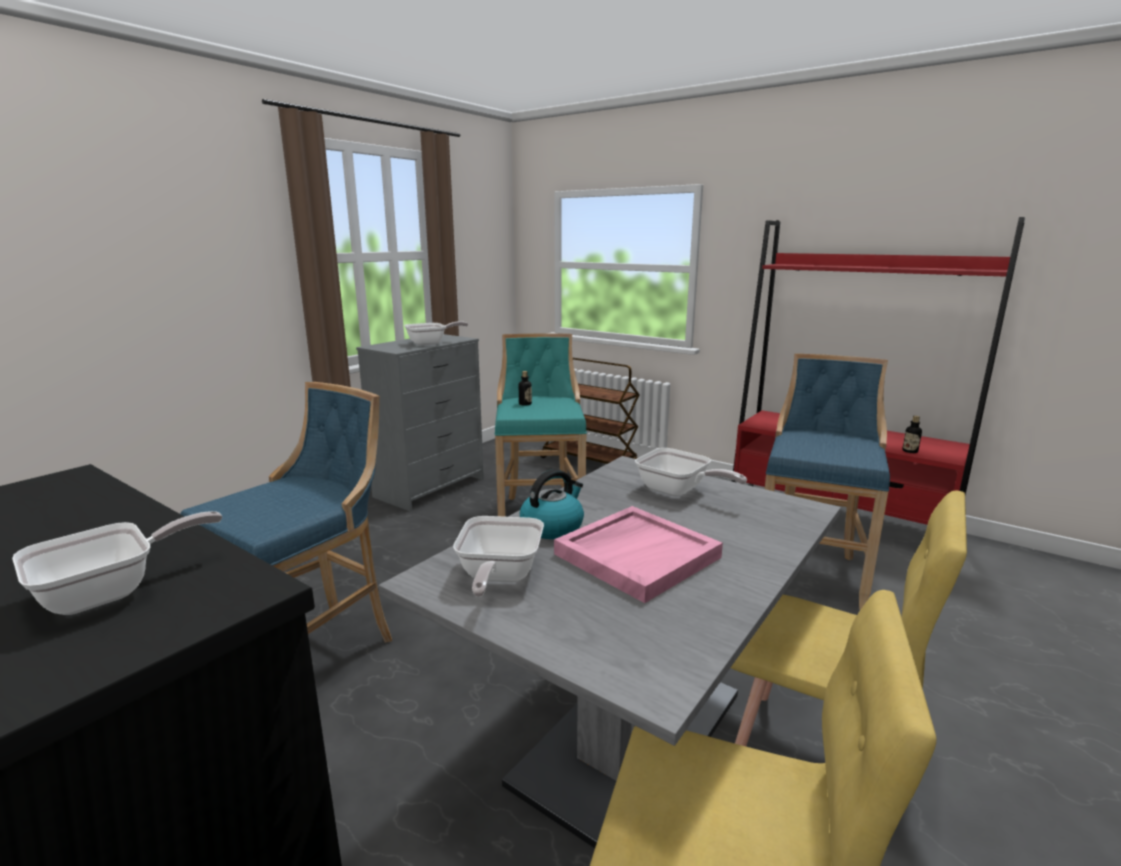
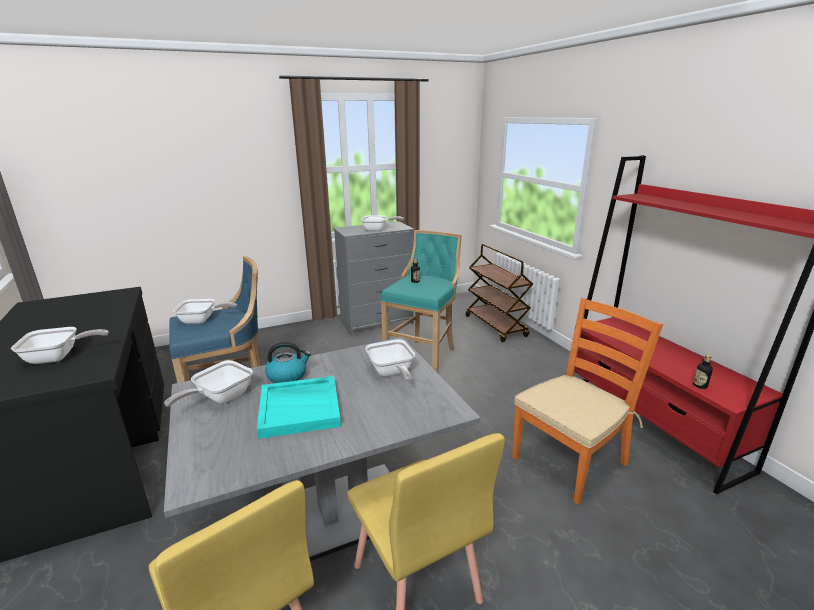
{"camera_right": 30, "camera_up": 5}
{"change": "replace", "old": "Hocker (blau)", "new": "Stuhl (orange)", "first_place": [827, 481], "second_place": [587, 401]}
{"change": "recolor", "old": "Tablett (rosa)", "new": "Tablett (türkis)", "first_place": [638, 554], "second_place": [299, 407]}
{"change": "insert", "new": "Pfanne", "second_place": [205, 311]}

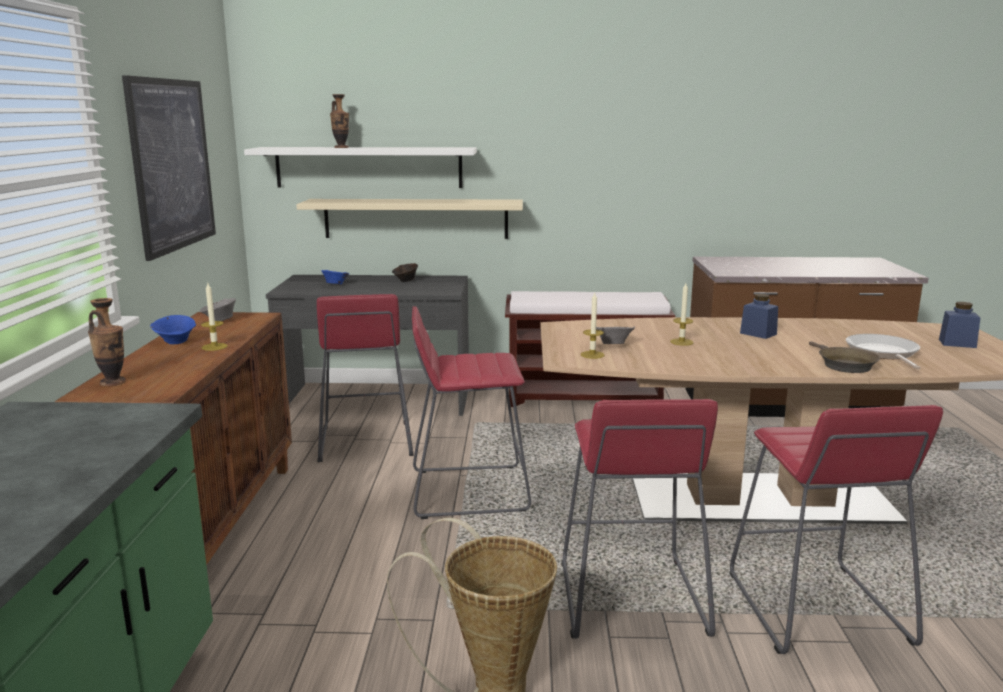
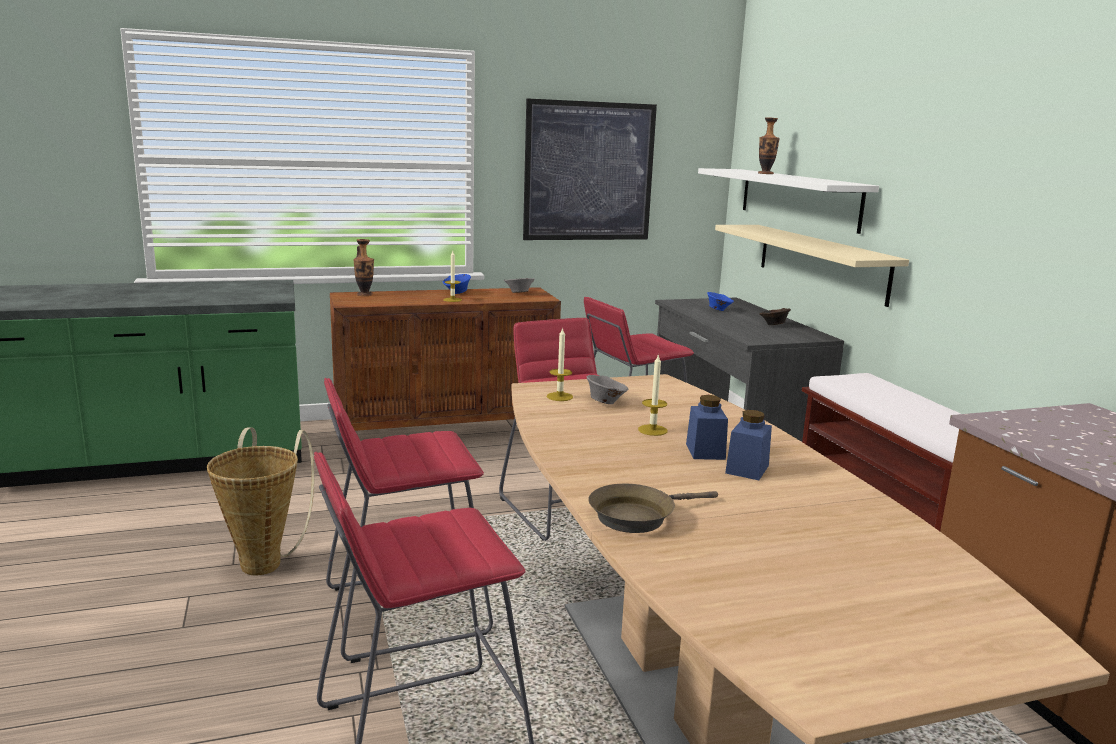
{"camera_right": 70, "camera_up": 0}
{"change": "move", "old": "Vorratsglas (blau)", "first_place": [959, 325], "second_place": [707, 427]}
{"change": "delete", "old": "Pfanne", "first_place": [883, 351]}

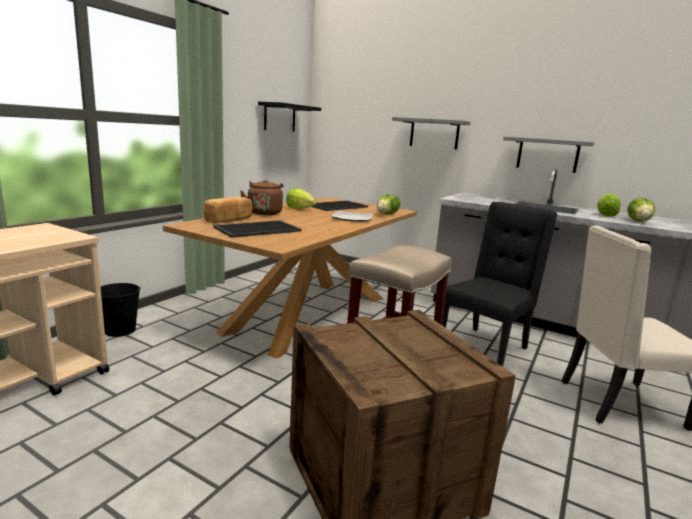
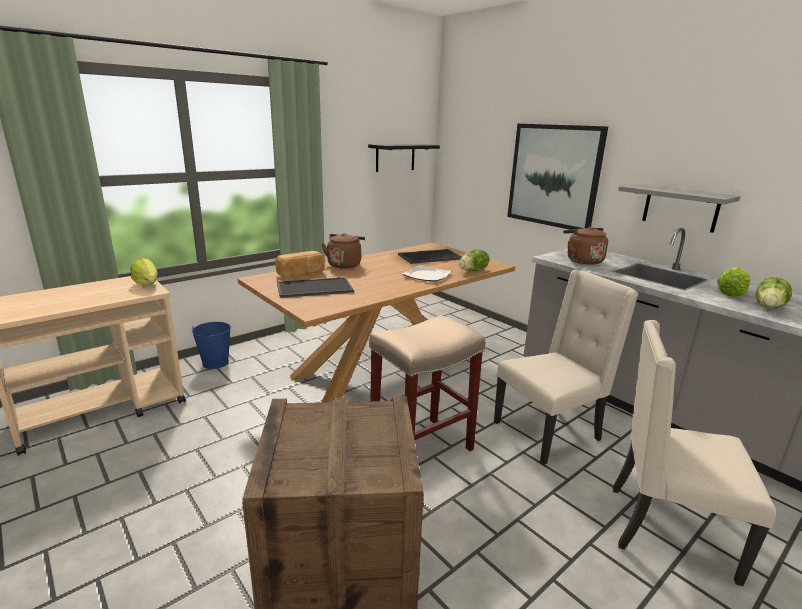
{"camera_right": 20, "camera_up": 5}
{"change": "replace", "old": "Wandregal (grau)", "new": "Bild", "first_place": [431, 133], "second_place": [557, 177]}
{"change": "move", "old": "Salatkopf", "first_place": [301, 198], "second_place": [144, 272]}
{"change": "recolor", "old": "Stuhl (schwarz)", "new": "Stuhl (beige)", "first_place": [499, 284], "second_place": [566, 367]}
{"change": "recolor", "old": "Eimer (schwarz)", "new": "Eimer (blau)", "first_place": [120, 310], "second_place": [211, 345]}
{"change": "insert", "new": "Wasserkessel (braun)", "second_place": [585, 245]}

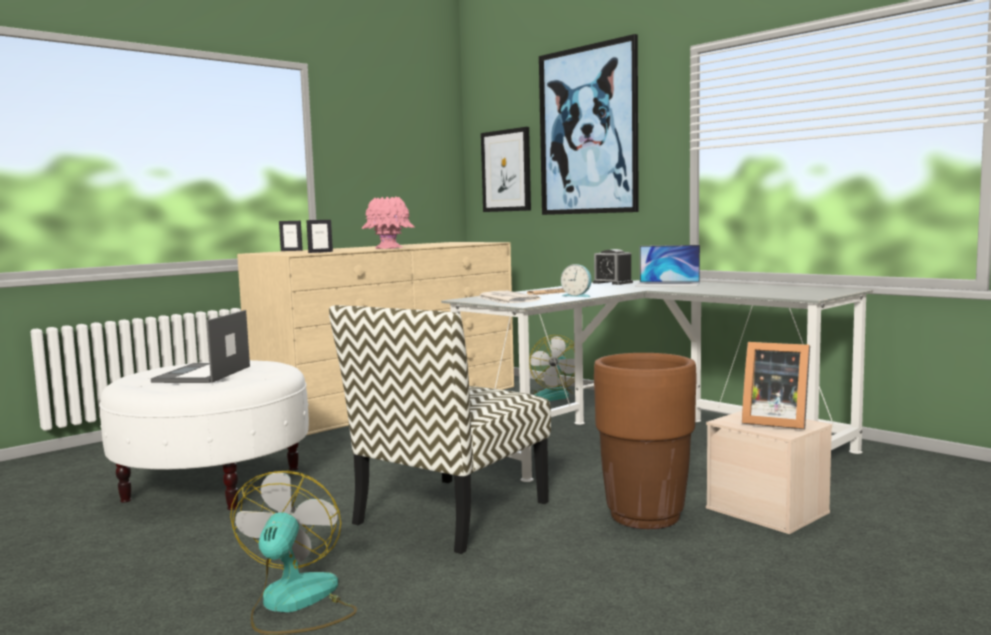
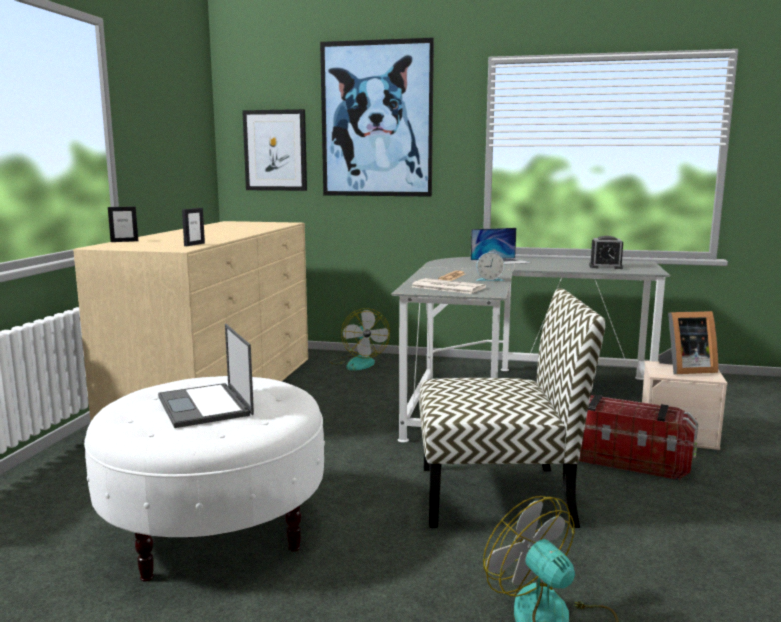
{"camera_right": -35, "camera_up": 5}
{"change": "delete", "old": "Vase (rosa)", "first_place": [388, 223]}
{"change": "move", "old": "Wecker", "first_place": [613, 267], "second_place": [606, 252]}
{"change": "rotate", "old": "Stuhl", "first_place": [440, 429], "second_place": [512, 408], "degrees": -90}
{"change": "replace", "old": "Pflanzkübel (braun)", "new": "Aufbewahrungsbox", "first_place": [645, 441], "second_place": [639, 437]}

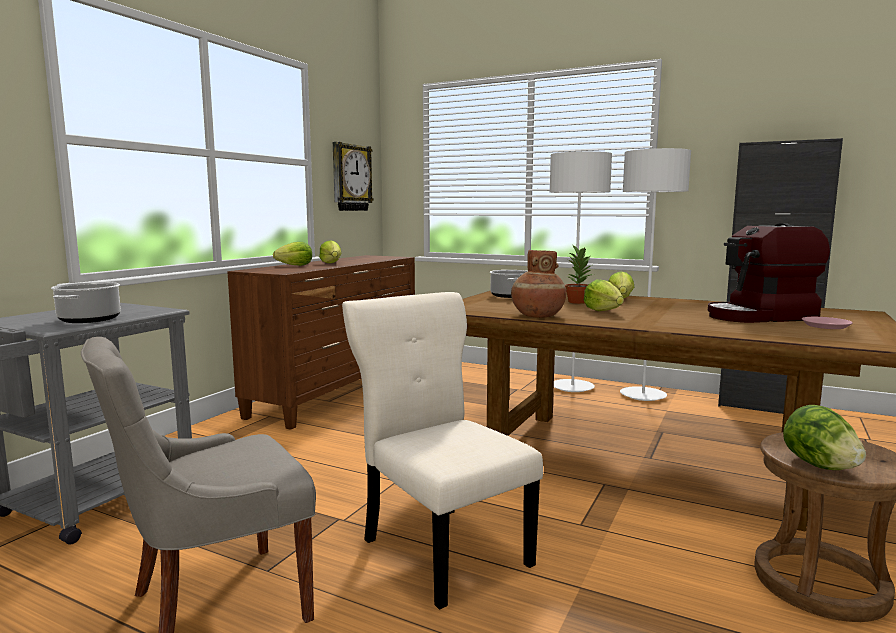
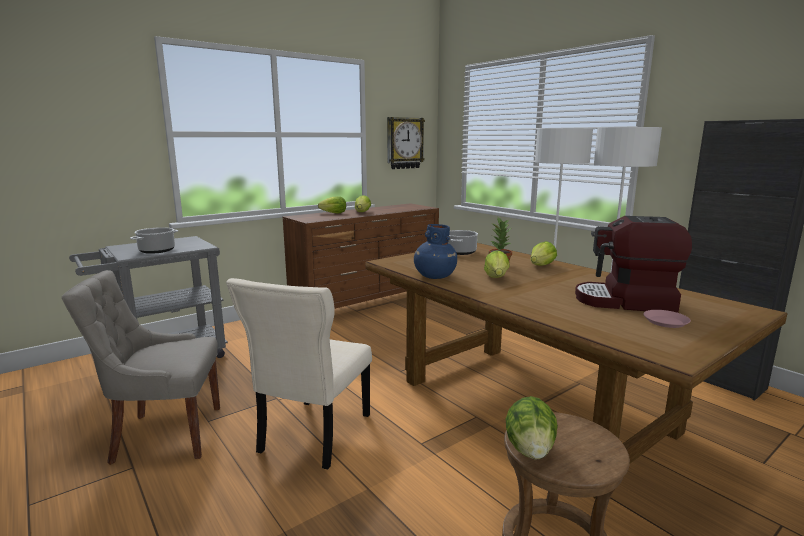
{"camera_right": 25, "camera_up": 5}
{"change": "recolor", "old": "Vase (braun)", "new": "Vase (blau)", "first_place": [538, 284], "second_place": [435, 251]}
{"change": "rotate", "old": "Stuhl (beige)", "first_place": [442, 451], "second_place": [299, 374], "degrees": -150}

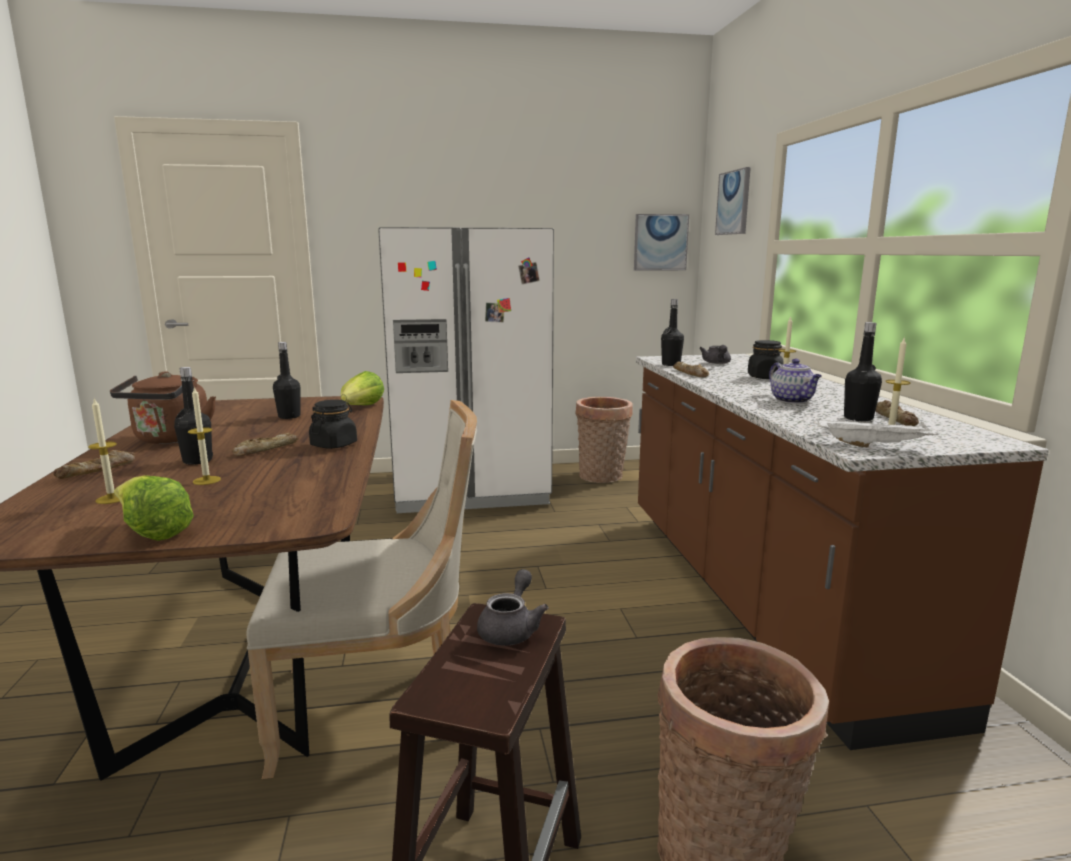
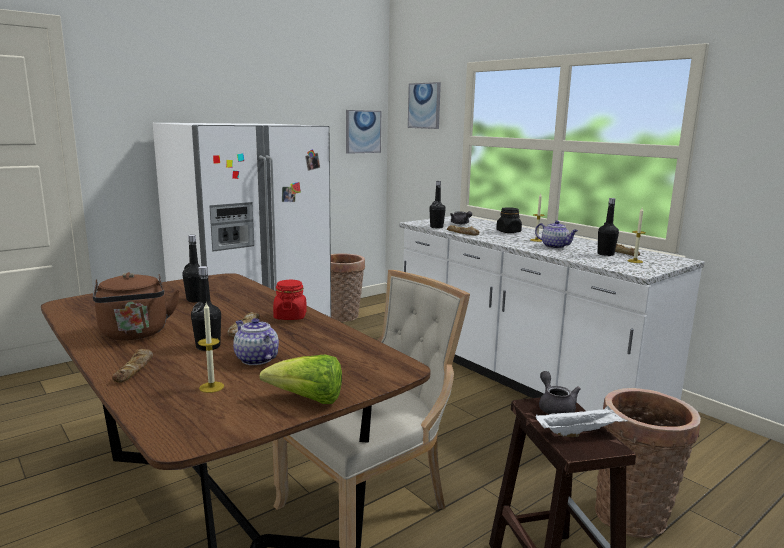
{"camera_right": -30, "camera_up": 0}
{"change": "recolor", "old": "Küchenzeile (braun)", "new": "Küchenzeile (weiß)", "first_place": [842, 552], "second_place": [552, 313]}
{"change": "delete", "old": "Salatkopf", "first_place": [362, 388]}
{"change": "replace", "old": "Kerze", "new": "Teekanne", "first_place": [204, 436], "second_place": [256, 341]}
{"change": "recolor", "old": "Vorratsglas (schwarz)", "new": "Vorratsglas (rot)", "first_place": [333, 424], "second_place": [290, 300]}
{"change": "move", "old": "Tablett (weiß)", "first_place": [877, 432], "second_place": [582, 421]}

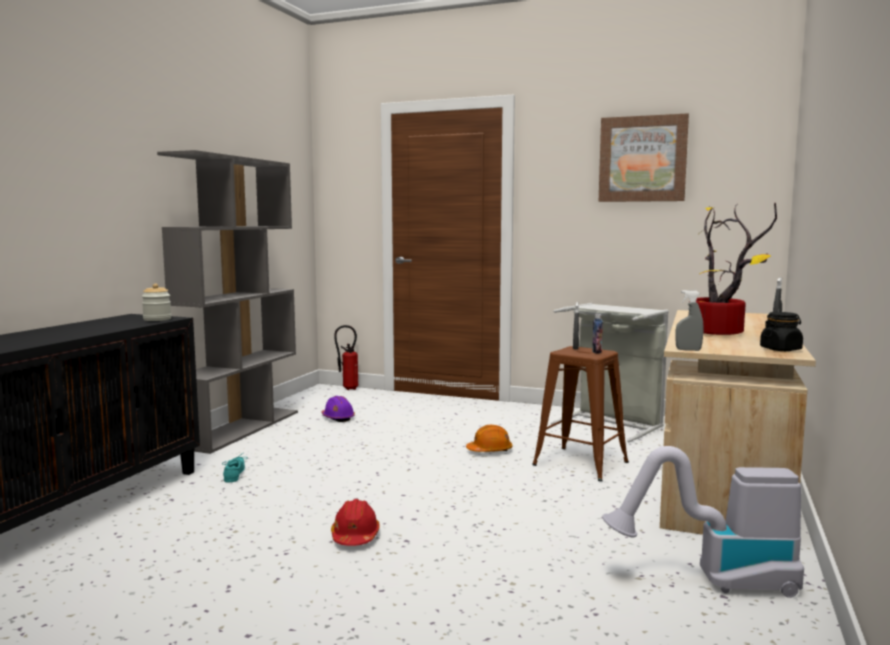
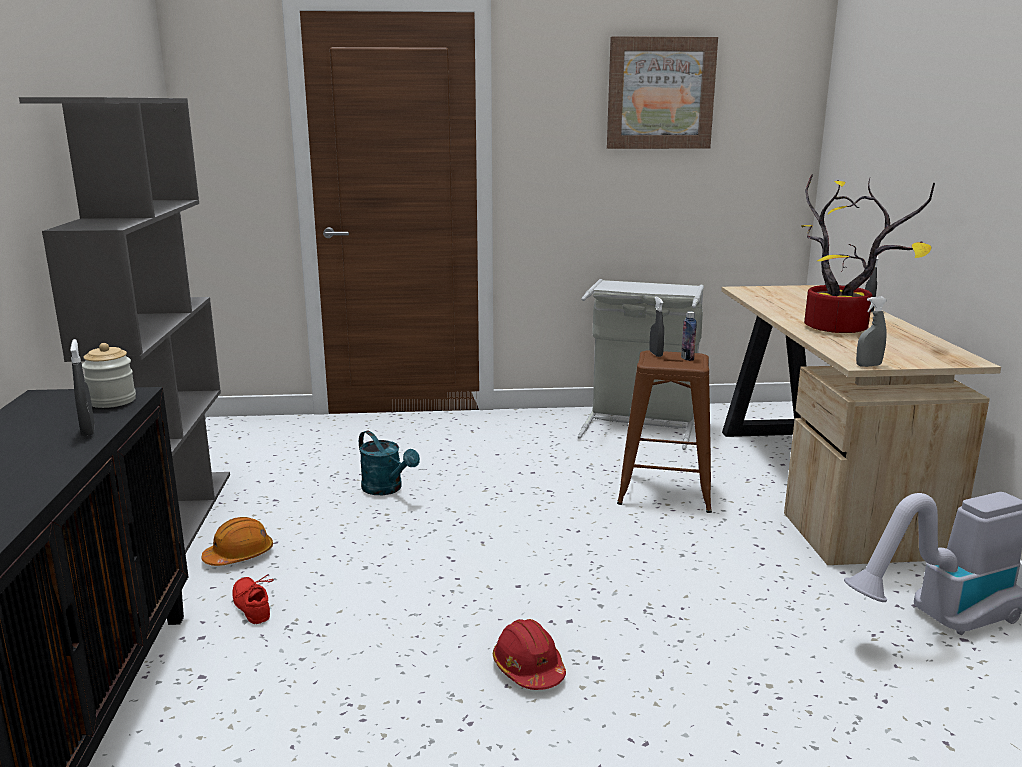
{"camera_right": -25, "camera_up": 10}
{"change": "delete", "old": "Vorratsglas (schwarz)", "first_place": [781, 331]}
{"change": "delete", "old": "Feuerlöscher", "first_place": [346, 357]}
{"change": "delete", "old": "Schutzhelm (lila)", "first_place": [338, 409]}
{"change": "move", "old": "Schutzhelm (orange)", "first_place": [489, 438], "second_place": [237, 541]}
{"change": "recolor", "old": "Schuh (türkis)", "new": "Schuh (rot)", "first_place": [235, 468], "second_place": [253, 599]}
{"change": "insert", "new": "Sprühflasche (grau)", "second_place": [82, 388]}
{"change": "insert", "new": "Gießkanne (türkis)", "second_place": [389, 462]}

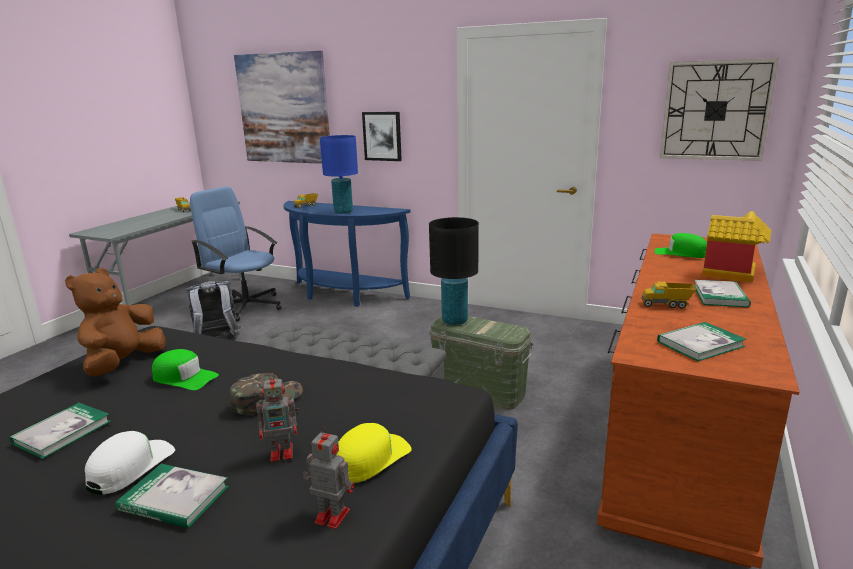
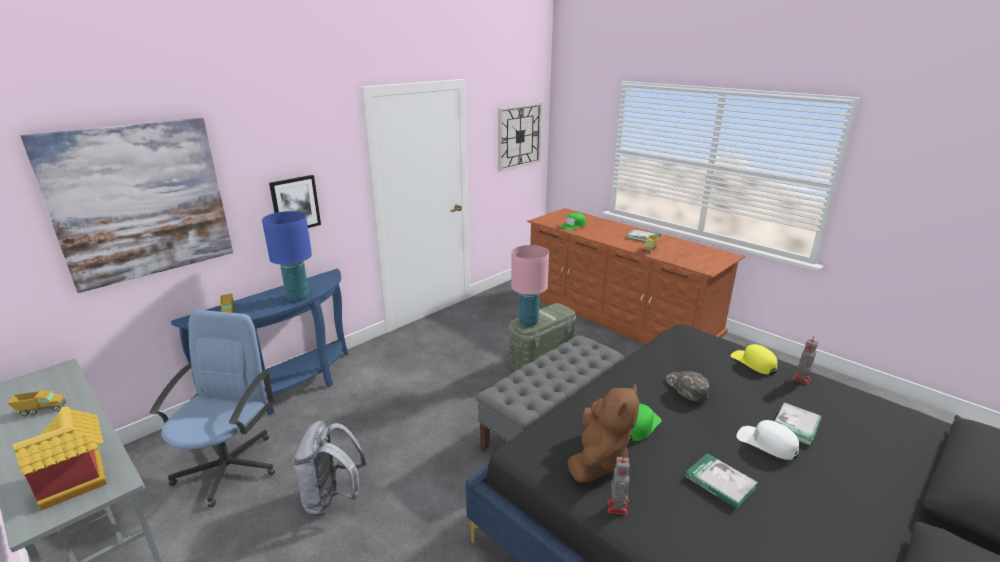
{"camera_right": -70, "camera_up": 5}
{"change": "rotate", "old": "Bürostuhl (blau)", "first_place": [235, 253], "second_place": [212, 408], "degrees": 135}
{"change": "move", "old": "Spielzeughaus", "first_place": [736, 247], "second_place": [60, 458]}
{"change": "recolor", "old": "Tischlampe (schwarz)", "new": "Tischlampe (rosa)", "first_place": [454, 271], "second_place": [530, 285]}
{"change": "rotate", "old": "Plüschtier (braun)", "first_place": [115, 322], "second_place": [603, 433], "degrees": -105}
{"change": "delete", "old": "Buch", "first_place": [701, 342]}
{"change": "move", "old": "Spielzeugroboter", "first_place": [277, 417], "second_place": [619, 484]}

